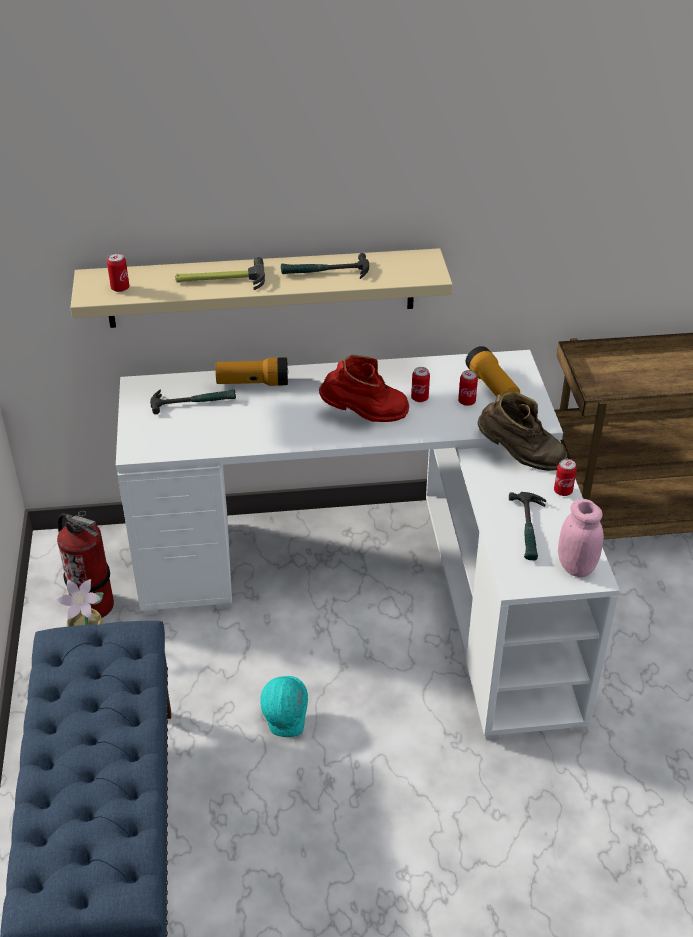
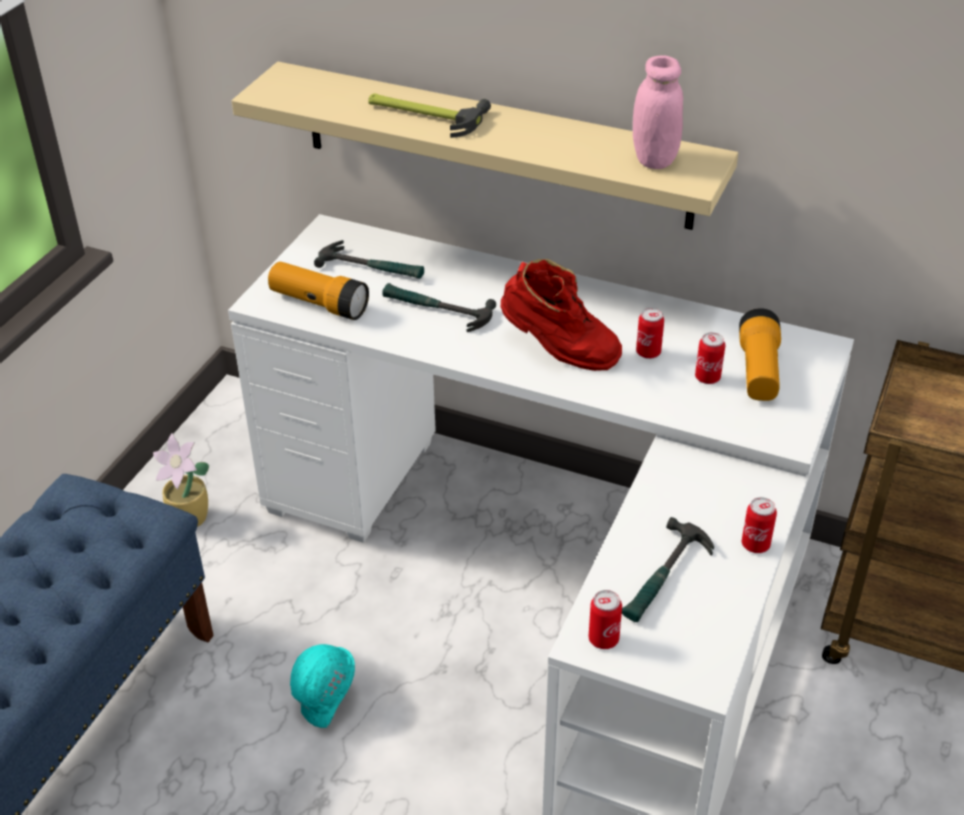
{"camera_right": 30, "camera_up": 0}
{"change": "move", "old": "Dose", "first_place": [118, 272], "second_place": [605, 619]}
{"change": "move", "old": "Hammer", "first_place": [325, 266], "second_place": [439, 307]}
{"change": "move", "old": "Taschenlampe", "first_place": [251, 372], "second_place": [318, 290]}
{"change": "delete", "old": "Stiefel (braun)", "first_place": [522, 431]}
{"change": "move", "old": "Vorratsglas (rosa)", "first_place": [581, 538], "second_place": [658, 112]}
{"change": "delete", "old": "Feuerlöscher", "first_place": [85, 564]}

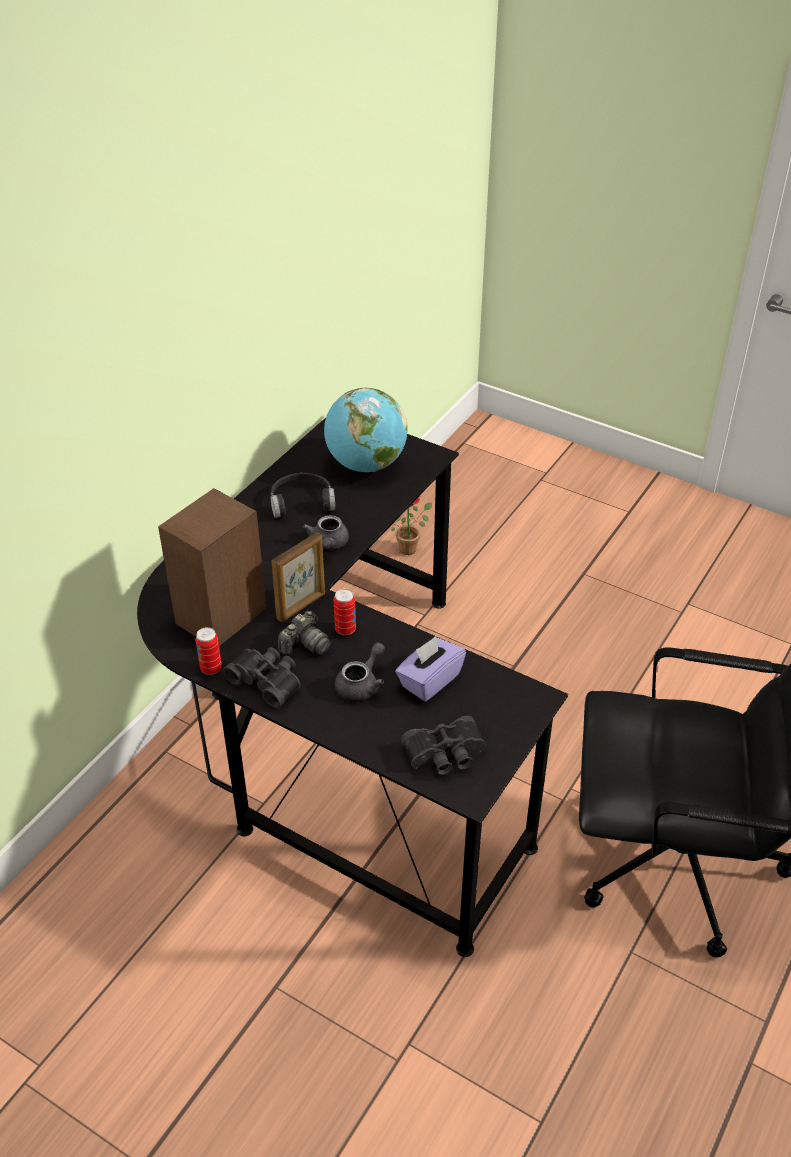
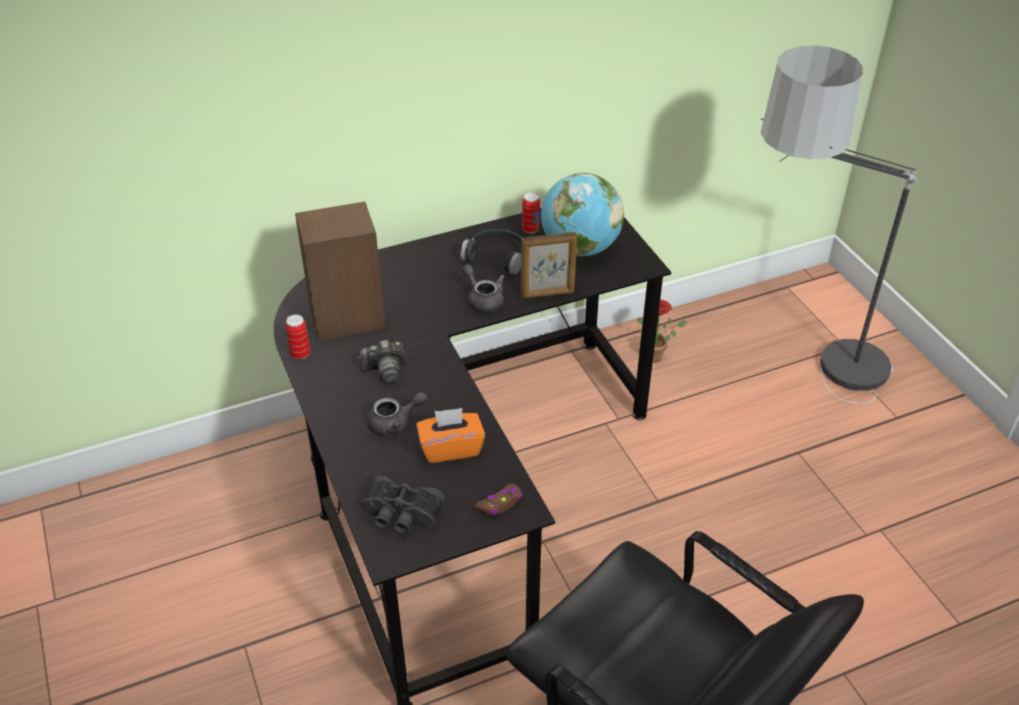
{"camera_right": 35, "camera_up": 0}
{"change": "rotate", "old": "Teekanne (grau)", "first_place": [325, 532], "second_place": [483, 288], "degrees": 105}
{"change": "move", "old": "Bilderrahmen", "first_place": [298, 577], "second_place": [549, 265]}
{"change": "move", "old": "Dose", "first_place": [345, 612], "second_place": [531, 213]}
{"change": "recolor", "old": "Taschentuchbox (lila)", "new": "Taschentuchbox (orange)", "first_place": [430, 668], "second_place": [450, 435]}
{"change": "delete", "old": "Fernglas (schwarz)", "first_place": [261, 677]}
{"change": "insert", "new": "Stehlampe", "second_place": [839, 224]}
{"change": "insert", "new": "Gamepad (braun)", "second_place": [498, 499]}

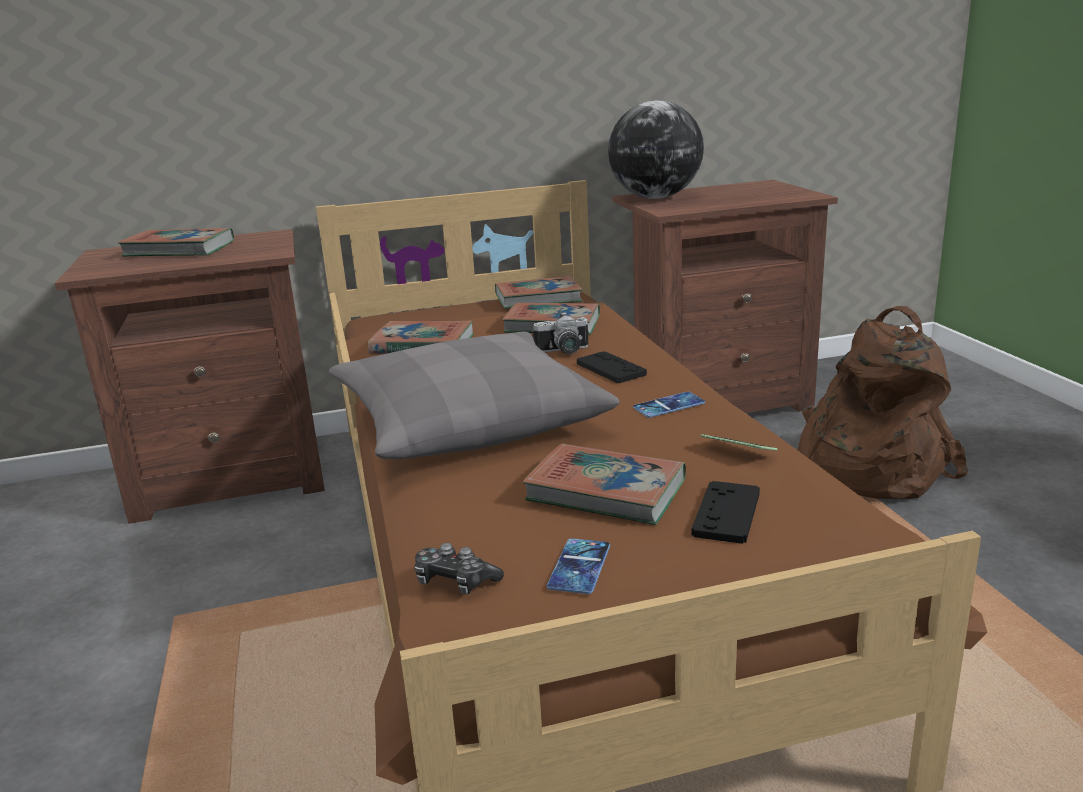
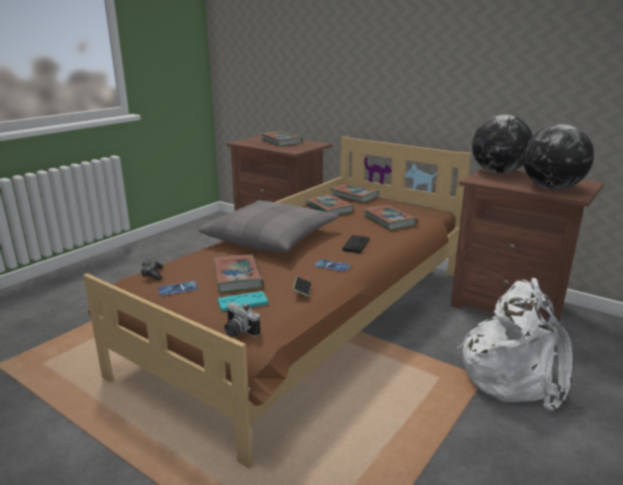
{"camera_right": 50, "camera_up": 0}
{"change": "move", "old": "Buch", "first_place": [539, 292], "second_place": [354, 193]}
{"change": "recolor", "old": "Rucksack (braun)", "new": "Rucksack (weiß)", "first_place": [883, 402], "second_place": [514, 344]}
{"change": "move", "old": "Kamera", "first_place": [560, 332], "second_place": [242, 320]}
{"change": "recolor", "old": "Gamepad (schwarz)", "new": "Gamepad (türkis)", "first_place": [725, 512], "second_place": [242, 301]}
{"change": "insert", "new": "Globus", "second_place": [558, 156]}

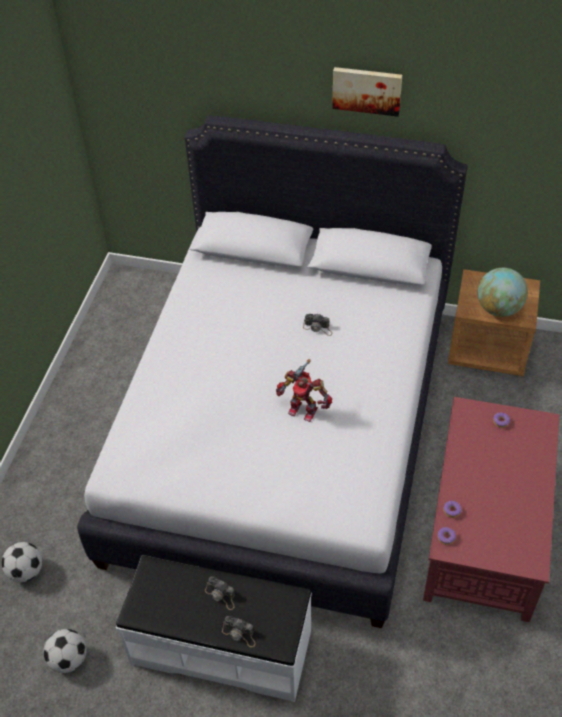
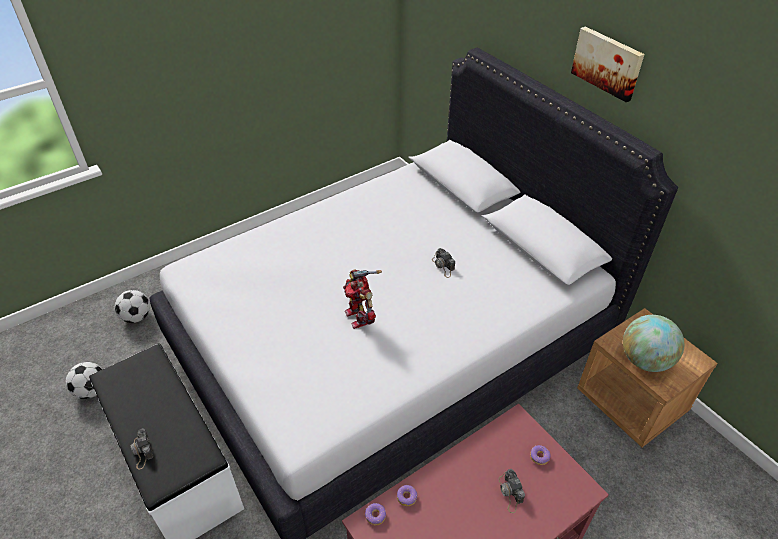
{"camera_right": 40, "camera_up": -5}
{"change": "move", "old": "Kamera", "first_place": [220, 593], "second_place": [511, 491]}

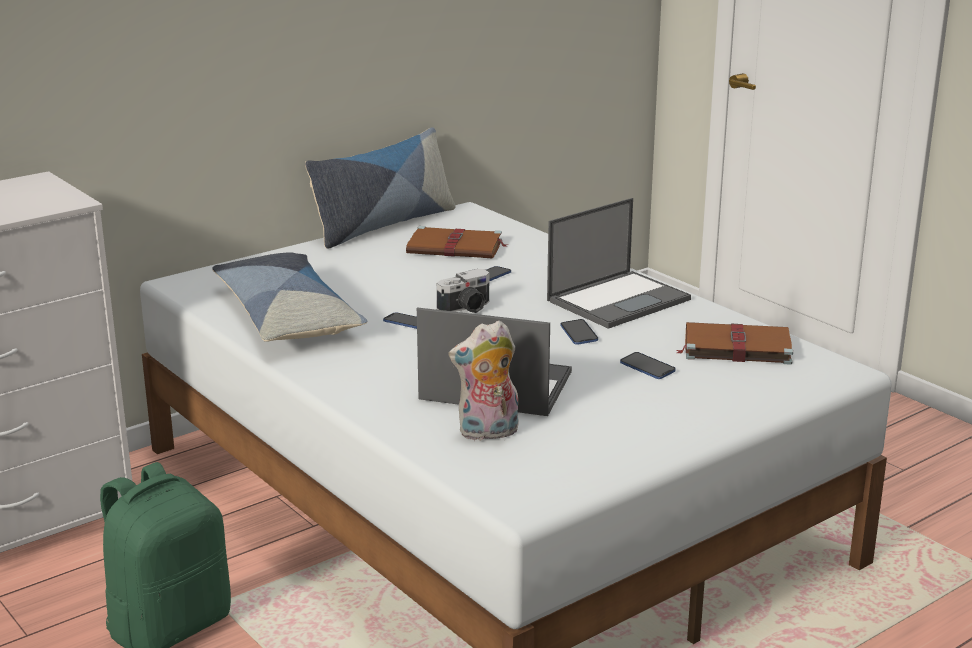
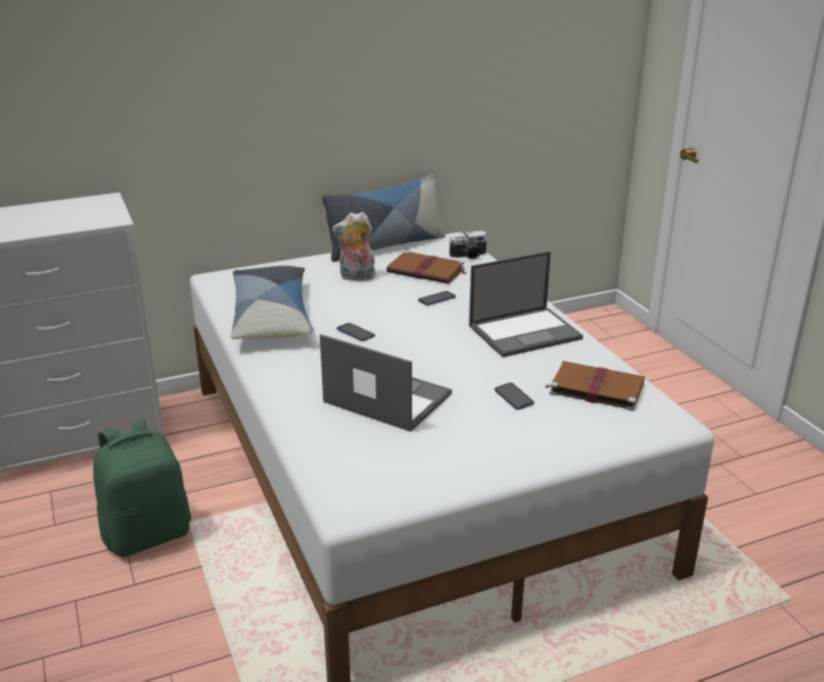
{"camera_right": 15, "camera_up": 5}
{"change": "move", "old": "Kamera", "first_place": [463, 291], "second_place": [468, 245]}
{"change": "delete", "old": "Handy", "first_place": [579, 332]}
{"change": "move", "old": "Plüschtier", "first_place": [484, 380], "second_place": [354, 246]}

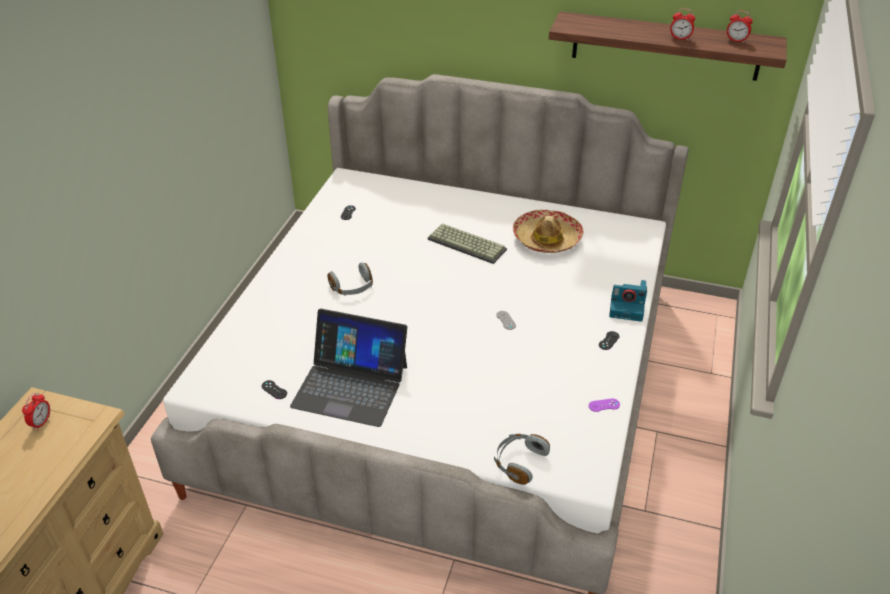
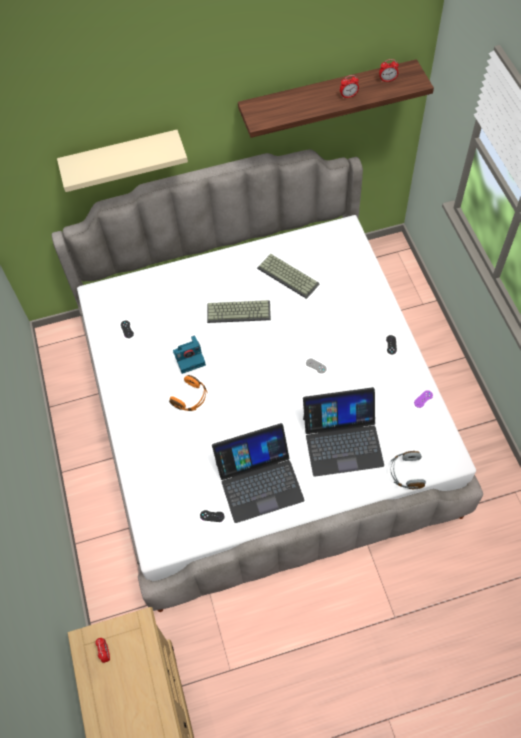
{"camera_right": -30, "camera_up": 20}
{"change": "replace", "old": "Hut", "new": "Tastatur", "first_place": [548, 231], "second_place": [288, 276]}
{"change": "recolor", "old": "Kopfhörer (grau)", "new": "Kopfhörer (orange)", "first_place": [350, 279], "second_place": [188, 393]}
{"change": "move", "old": "Kamera", "first_place": [628, 301], "second_place": [189, 355]}
{"change": "insert", "new": "Wandregal (beige)", "second_place": [122, 161]}
{"change": "insert", "new": "Laptop", "second_place": [343, 432]}

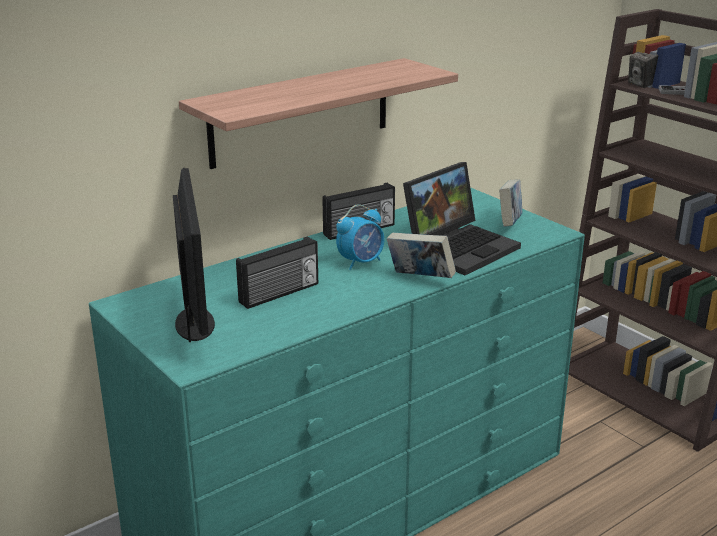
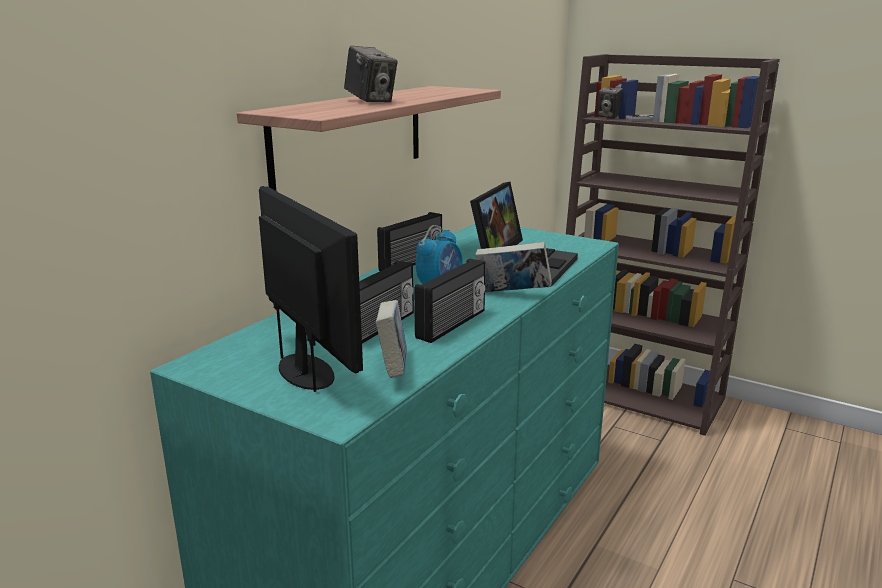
{"camera_right": -20, "camera_up": -5}
{"change": "move", "old": "Buch", "first_place": [510, 203], "second_place": [391, 339]}
{"change": "insert", "new": "Kamera", "second_place": [370, 74]}
{"change": "insert", "new": "Radio", "second_place": [450, 300]}

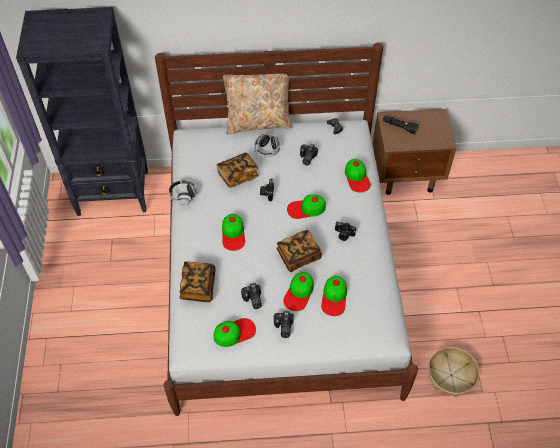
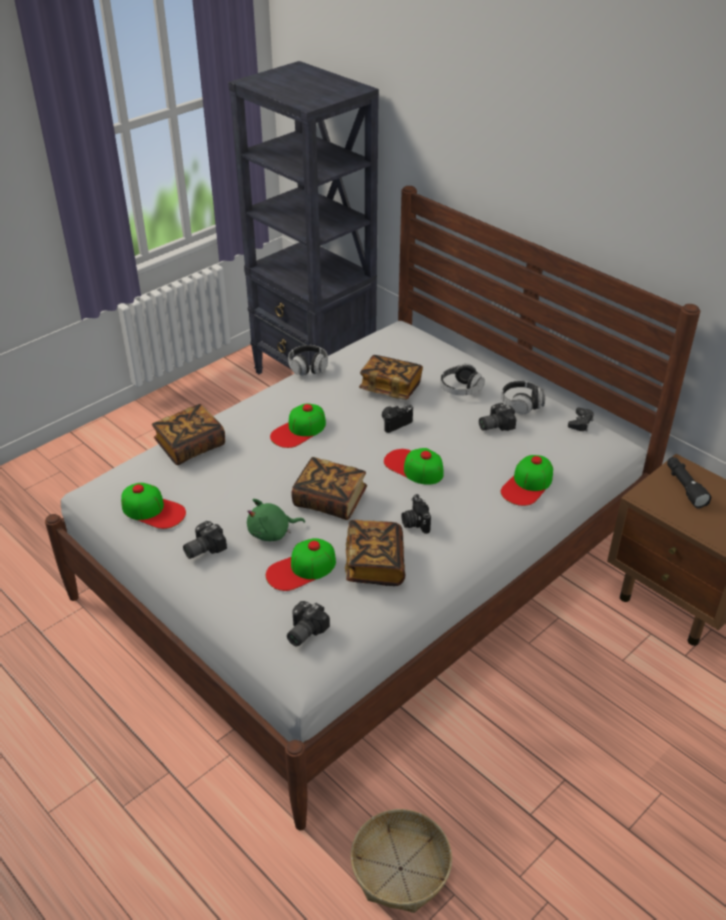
{"camera_right": 50, "camera_up": -15}
{"change": "delete", "old": "Kissen (beige)", "first_place": [257, 104]}
{"change": "replace", "old": "Kappe", "new": "Plüschtier (grün)", "first_place": [298, 291], "second_place": [276, 520]}
{"change": "move", "old": "Kamera", "first_place": [251, 296], "second_place": [308, 624]}
{"change": "insert", "new": "Kopfhörer", "second_place": [523, 398]}
{"change": "insert", "new": "Buch", "second_place": [375, 553]}

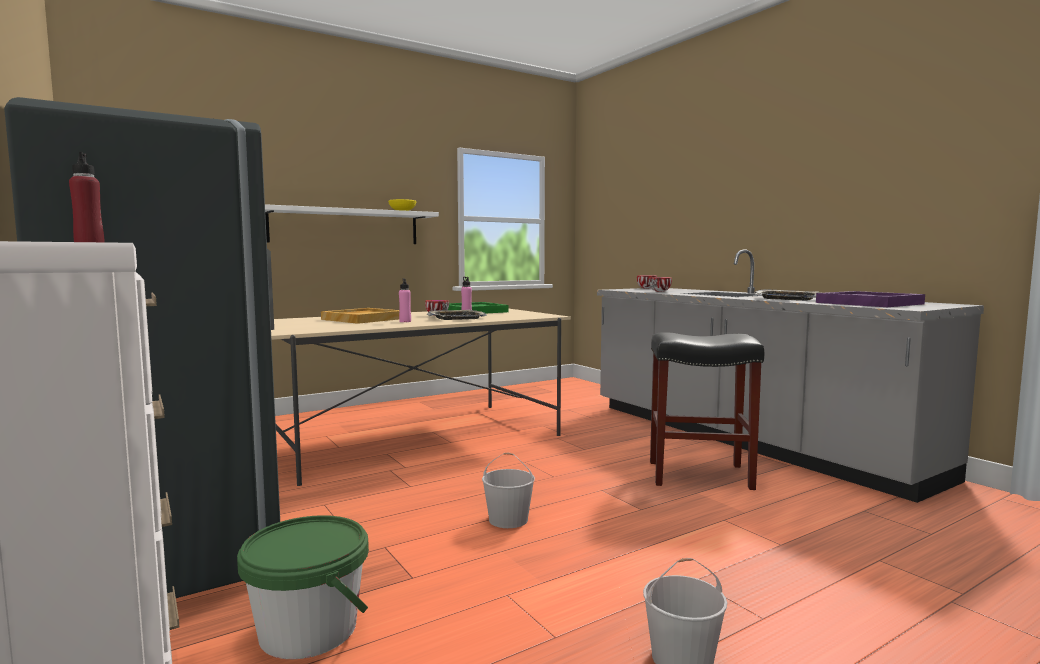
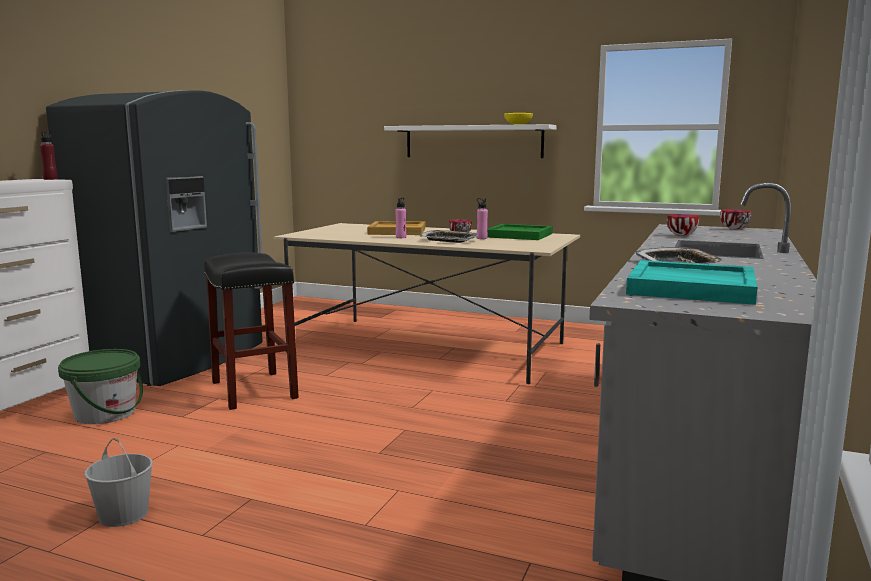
{"camera_right": 55, "camera_up": 5}
{"change": "recolor", "old": "Tablett (lila)", "new": "Tablett (türkis)", "first_place": [870, 299], "second_place": [692, 282]}
{"change": "move", "old": "Hocker (schwarz)", "first_place": [707, 411], "second_place": [251, 331]}
{"change": "delete", "old": "Eimer (weiß)", "first_place": [508, 490]}

